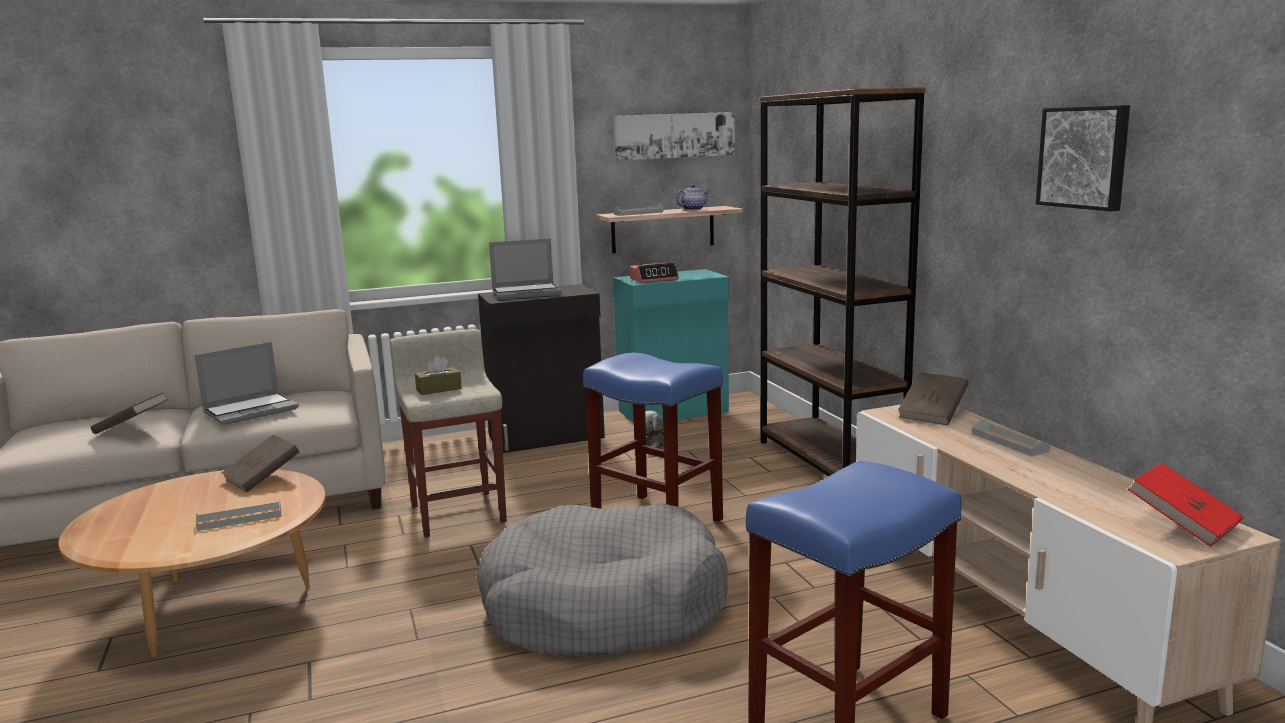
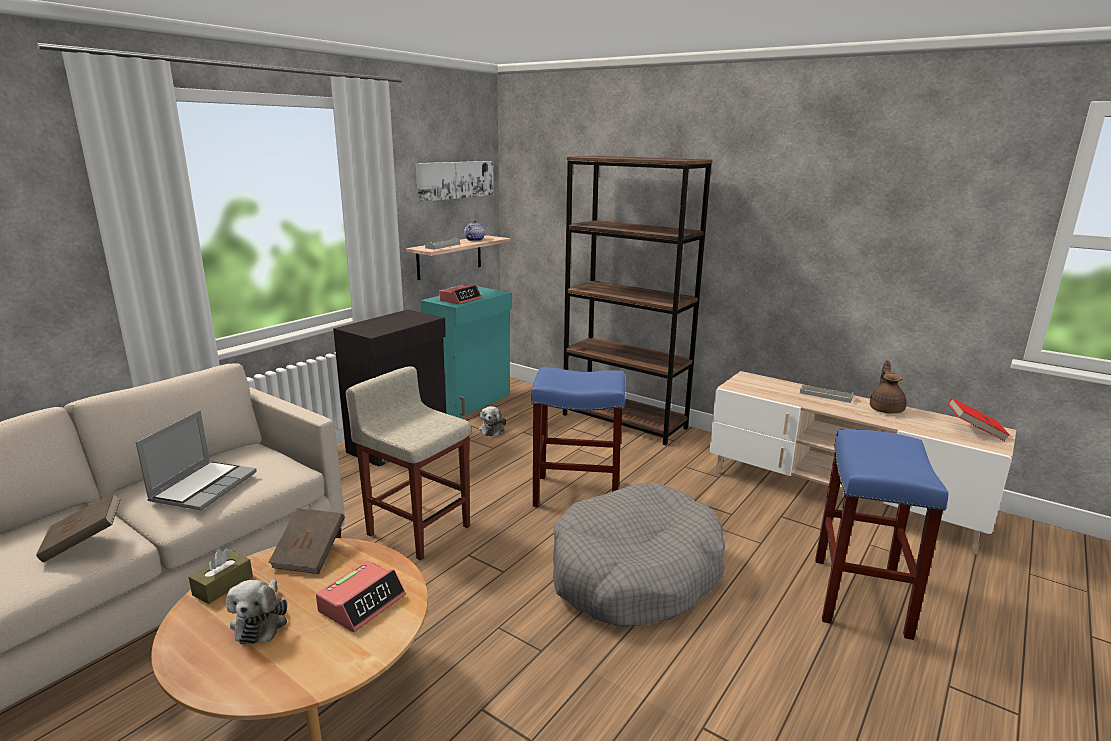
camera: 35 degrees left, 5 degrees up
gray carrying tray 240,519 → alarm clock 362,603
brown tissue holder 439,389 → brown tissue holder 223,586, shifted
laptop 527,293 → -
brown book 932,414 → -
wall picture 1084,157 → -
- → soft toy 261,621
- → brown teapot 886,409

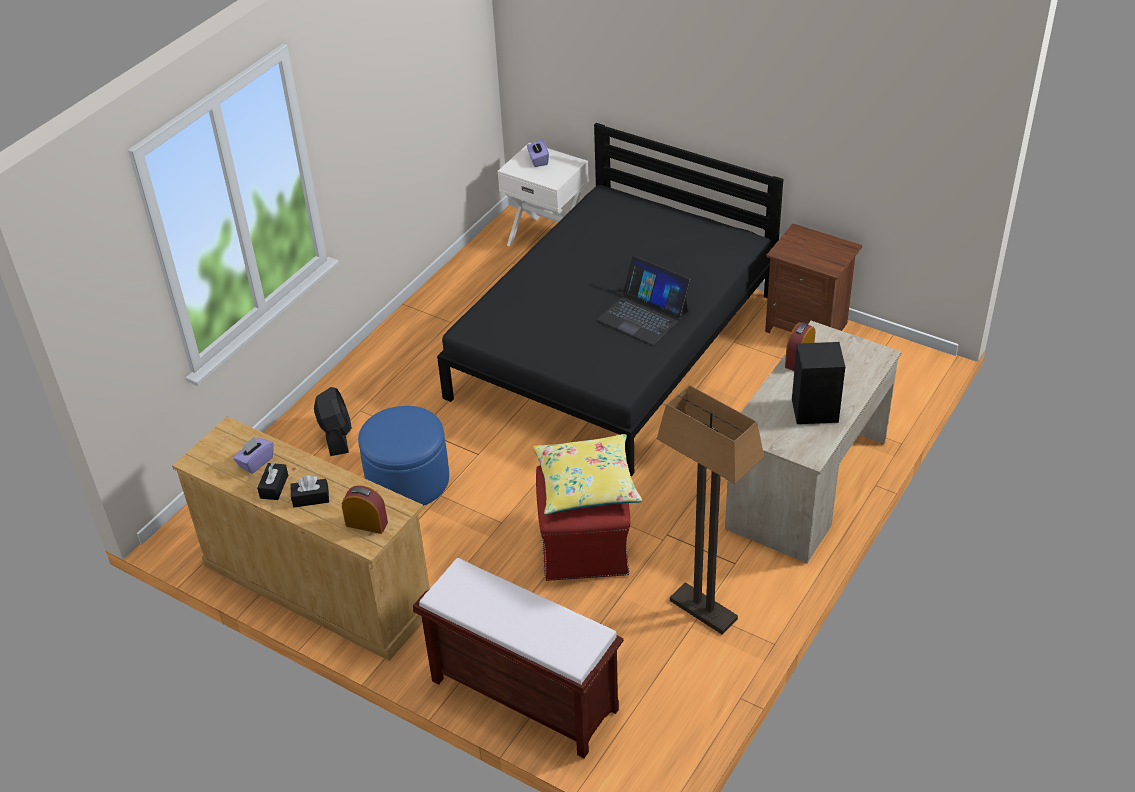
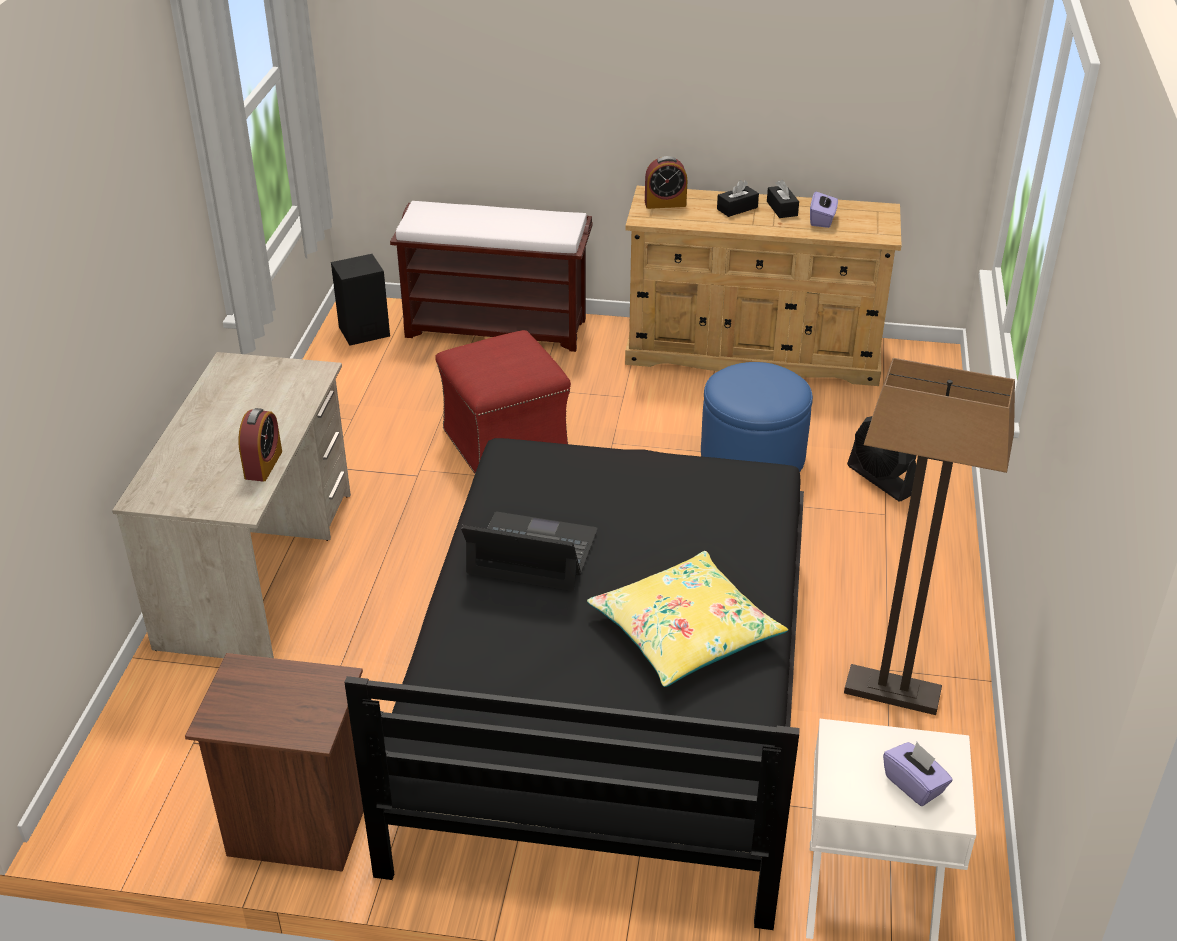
camera: 155 degrees right, 5 degrees down
yellow-coloured throw pillow 586,484 → yellow-coloured throw pillow 685,632, shifted
standing lamp 704,610 → standing lamp 891,692, shifted
black loudspeaker 816,410 → black loudspeaker 363,332, shifted

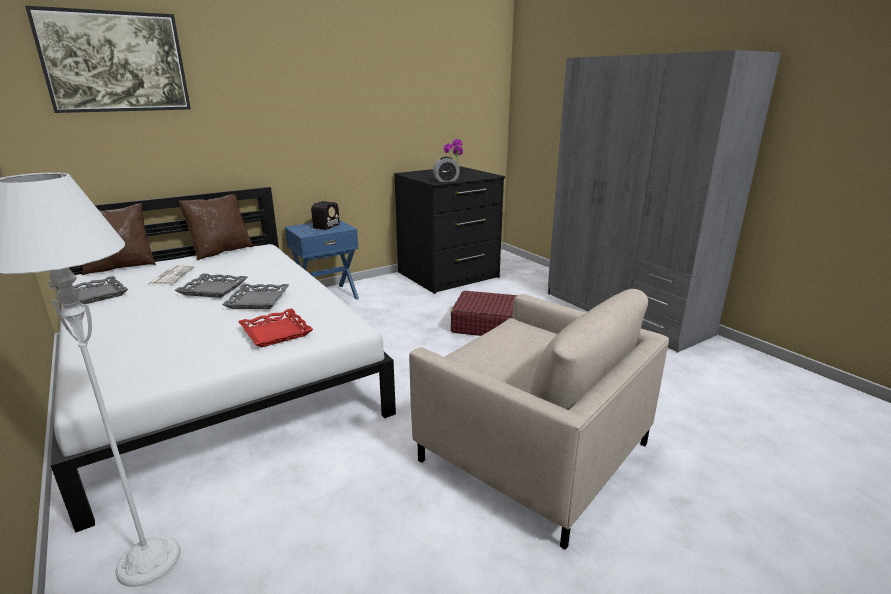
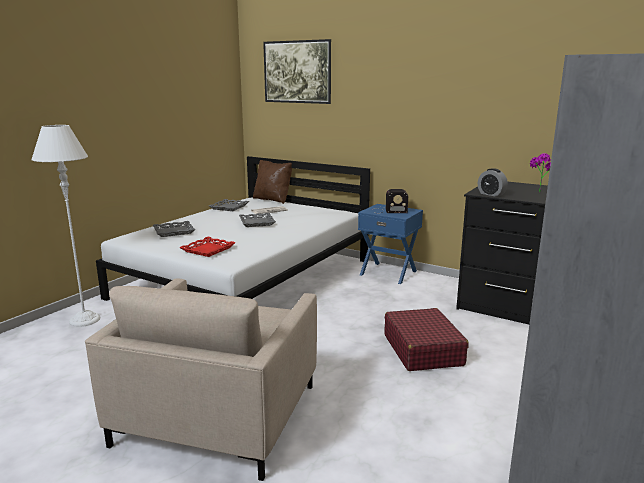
camera: 65 degrees right, 5 degrees down
brown throw pillow 221,251 → -
gray carrying tray 257,300 → gray carrying tray 174,231, shifted

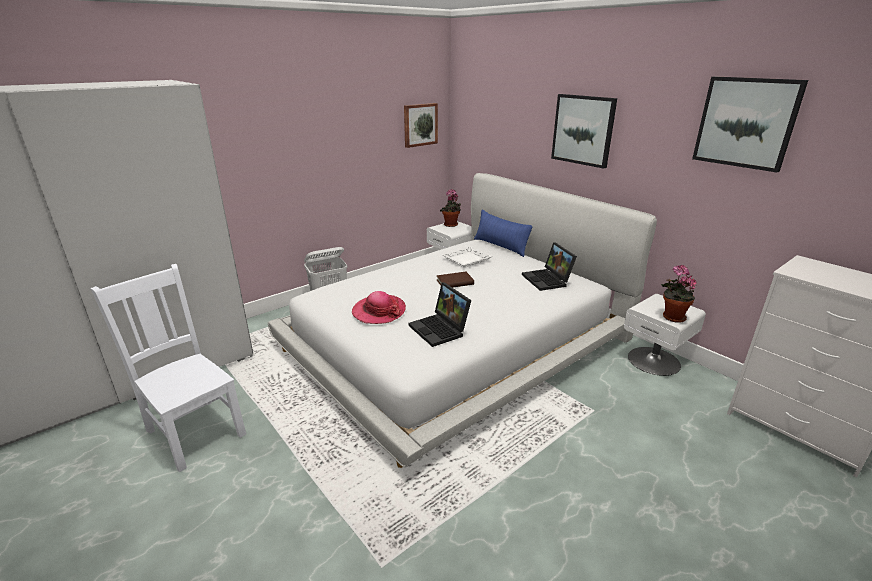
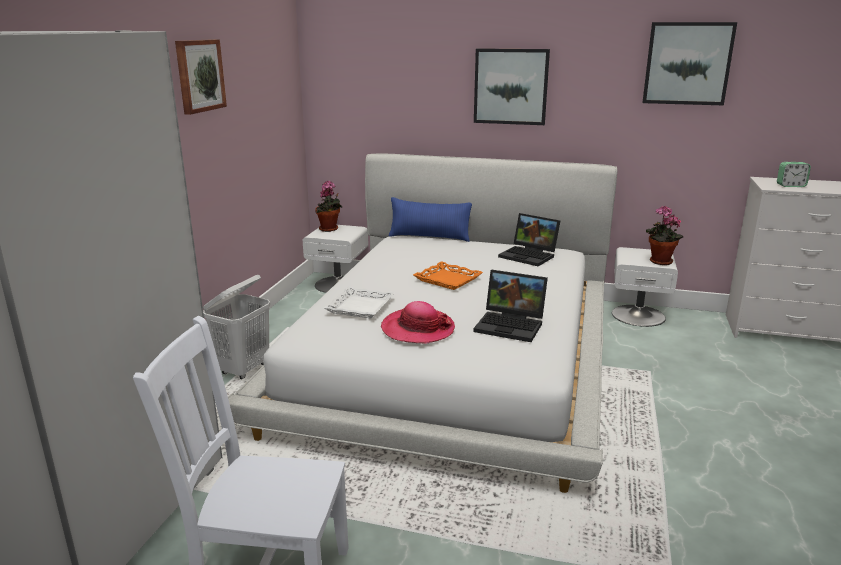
camera: 35 degrees left, 5 degrees down
wall picture 420,125 → wall picture 199,75, shifted
brown book 455,282 → orange carrying tray 447,280
white-coloured carrying tray 466,260 → white-coloured carrying tray 361,307, shifted
- → alarm clock 791,185

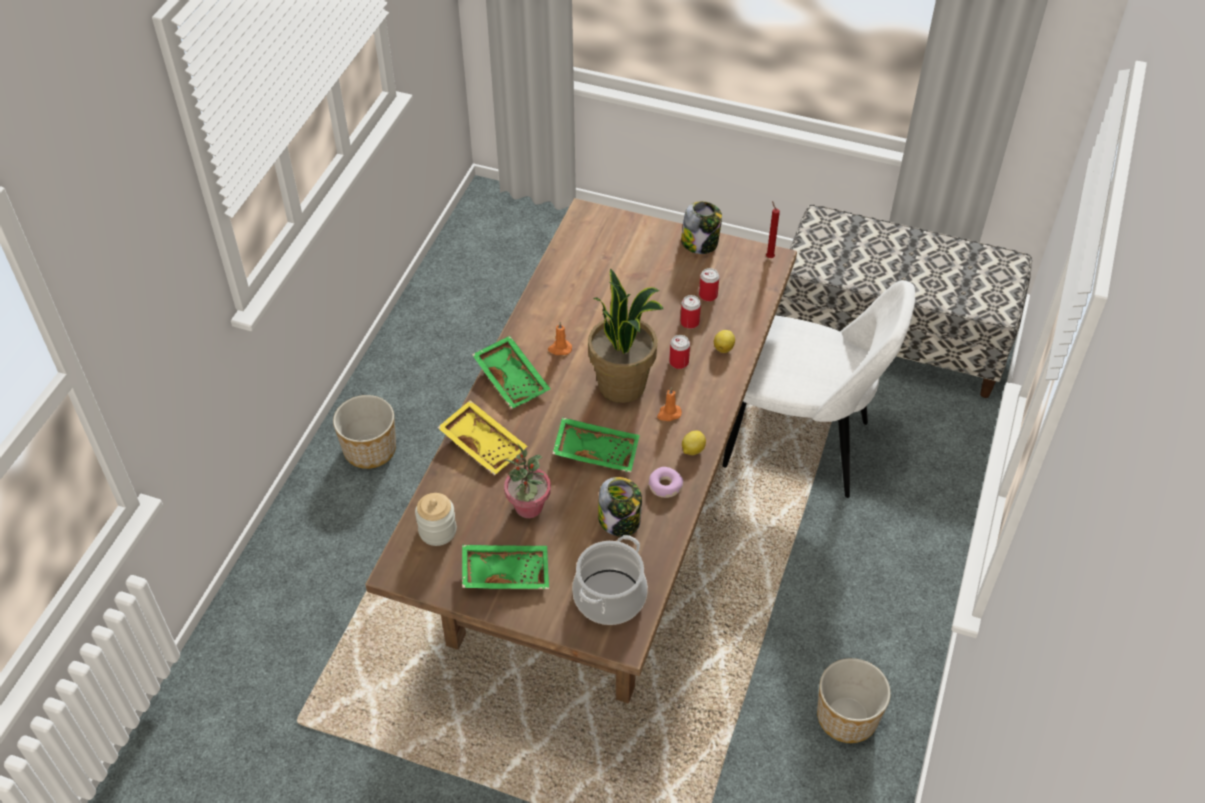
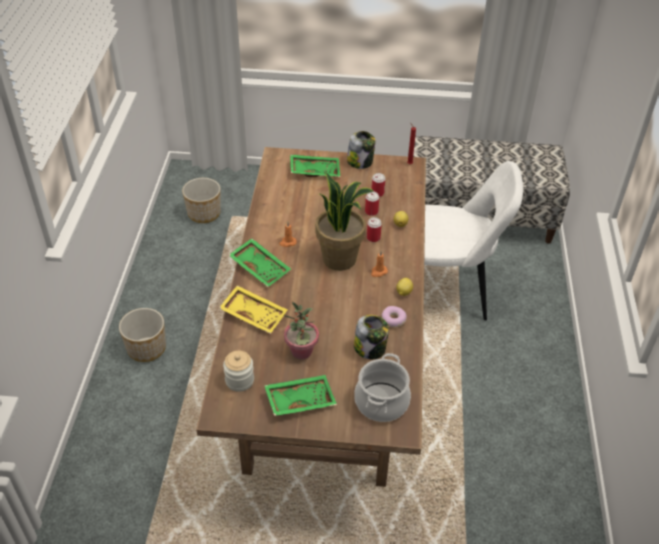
camera: 15 degrees left, 5 degrees down
green carrying tray 596,450 → green carrying tray 315,170, shifted
planter 847,717 → planter 204,213, shifted

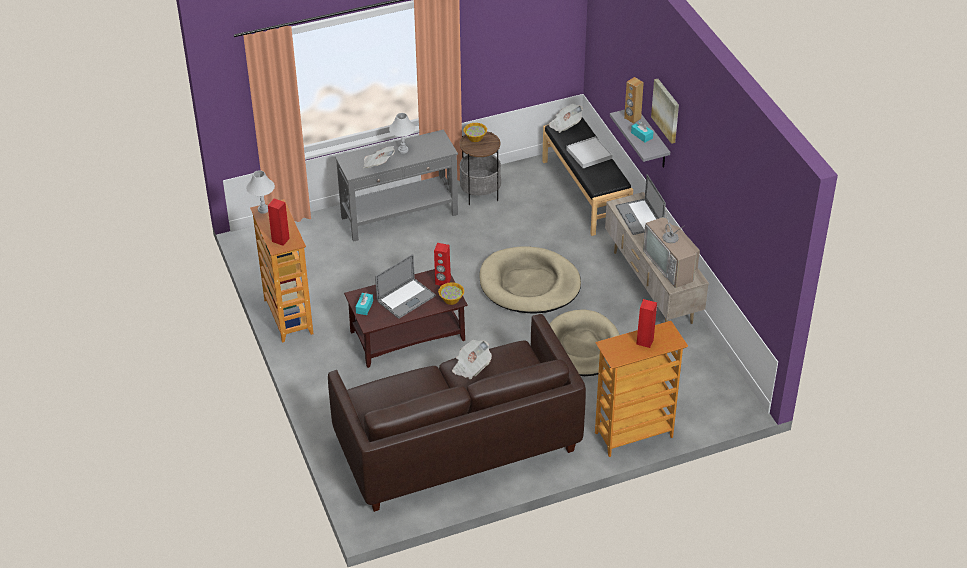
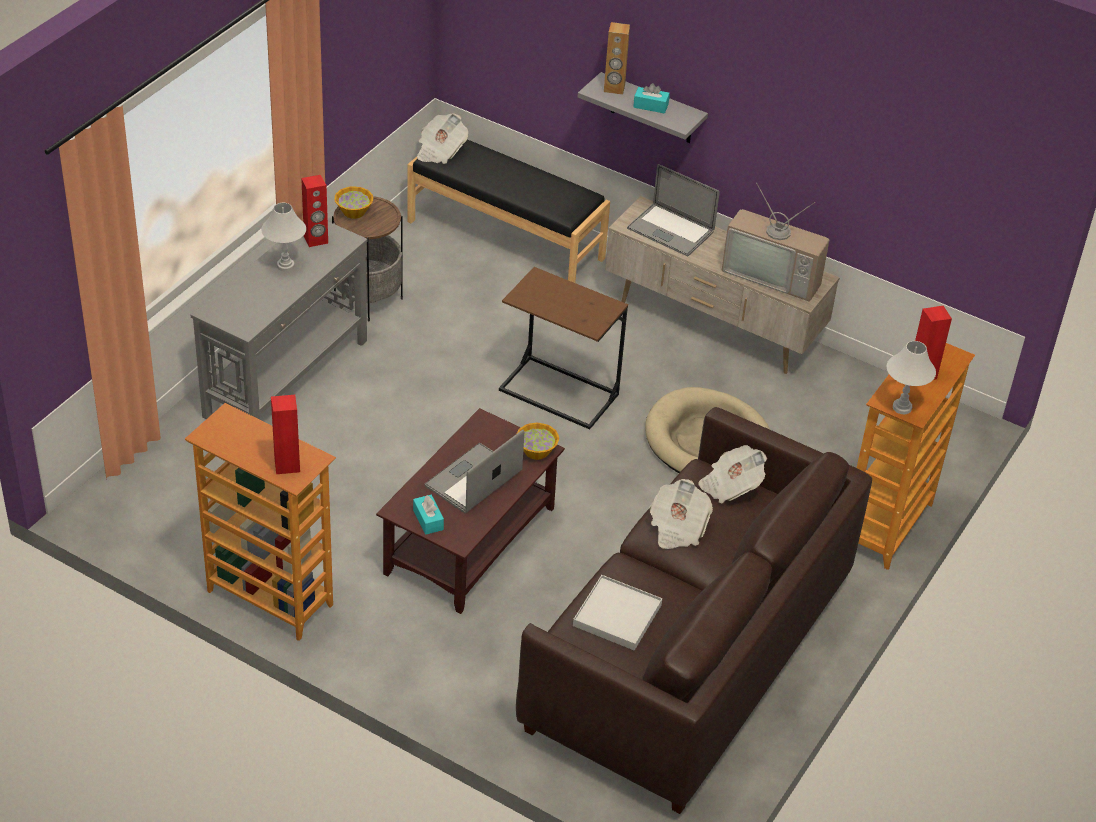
camera: 40 degrees left, 0 degrees up
white-coloured tabletop lamp 263,210 → white-coloured tabletop lamp 901,408, shifted
daily paper 378,164 → daily paper 730,486, shifted
laptop 406,298 → laptop 473,479, 150 degrees counterclockwise
reddish loudspeaker 442,282 → reddish loudspeaker 316,240, shifted
beige dog cushion 529,284 → brown end table 559,392
white-coloured carrying tray 589,154 → white-coloured carrying tray 617,615, shifted
wall picture 666,110 → -

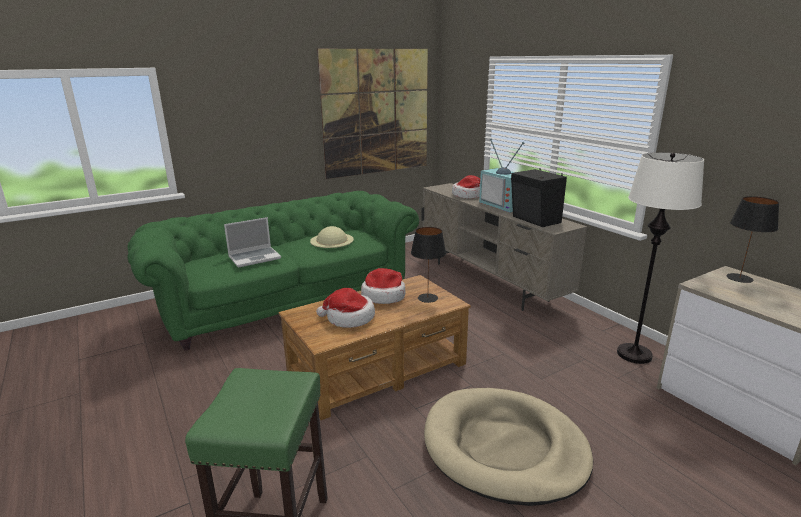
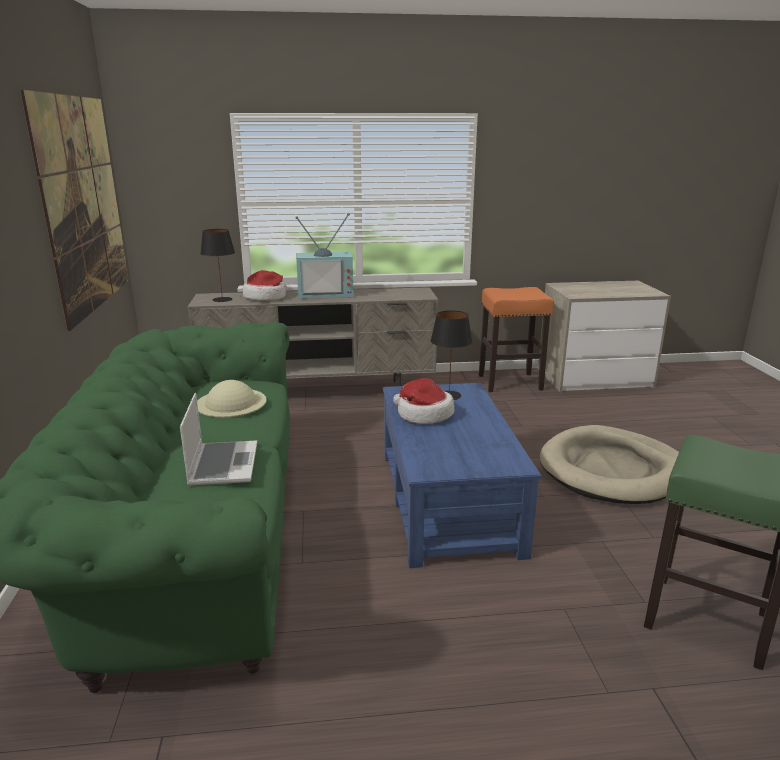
camera: 65 degrees left, 0 degrees up
brown coffee table 378,368 → bluish coffee table 448,500
hat 349,318 → -
black loudspeaker 535,220 → -
white-coloured standing lamp 634,354 → orange stool seat 510,382
black tabletop lamp 739,278 → black tabletop lamp 222,299, shifted

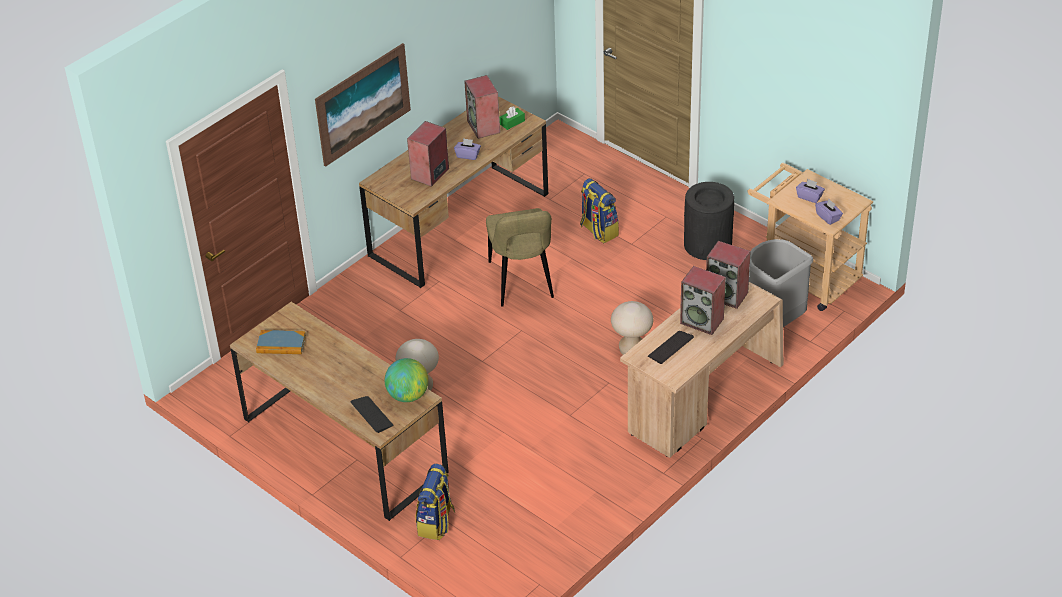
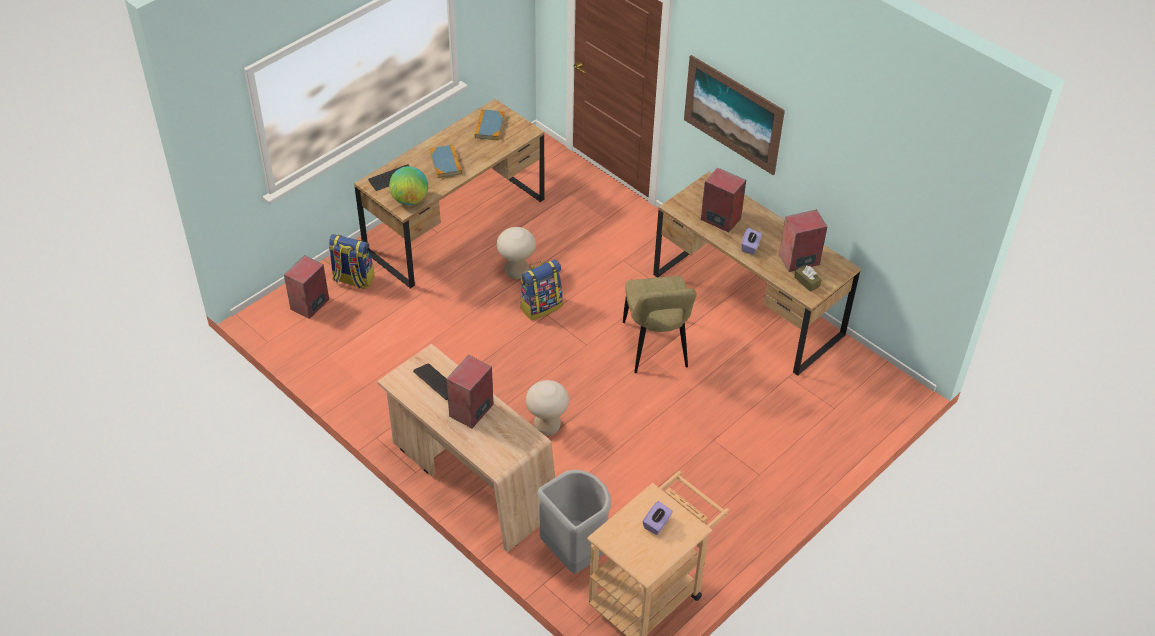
camera: 90 degrees right, 5 degrees up
beige plain chair 522,283 → beige plain chair 655,348, 90 degrees counterclockwise
green tissue holder 512,122 → brown tissue holder 807,282
rucksack 598,231 → rucksack 541,306, shifted
black trash can 708,244 → -
loudspeaker 727,295 → loudspeaker 310,305, shifted
purple-coloured tissue holder 828,217 → -
- → book 445,163

